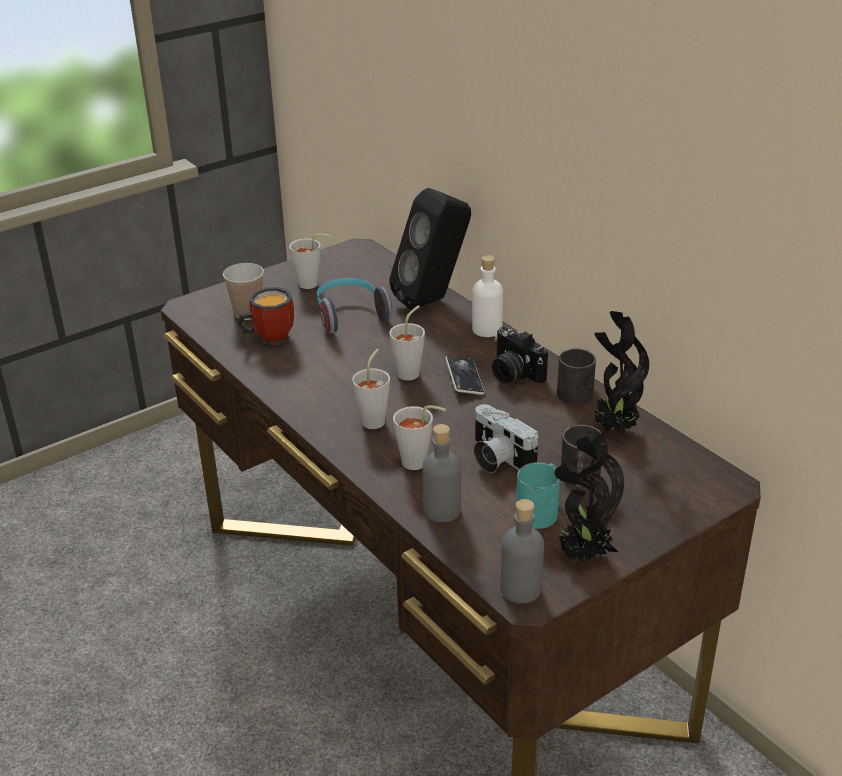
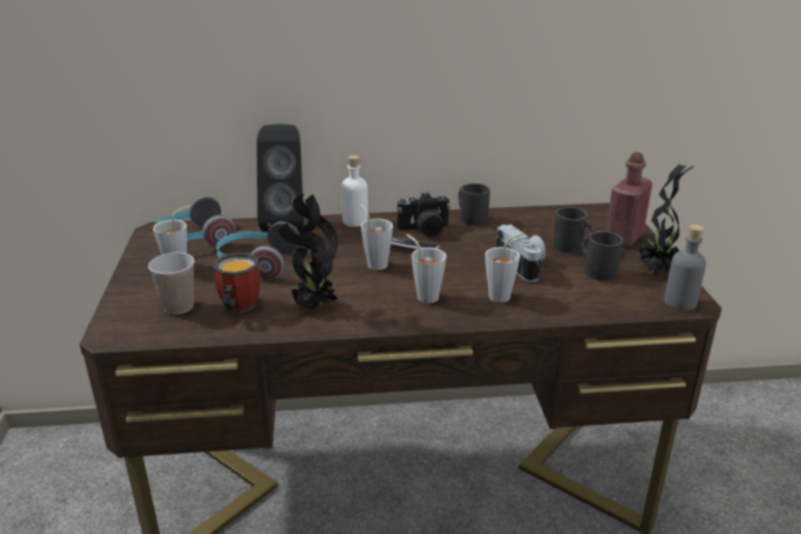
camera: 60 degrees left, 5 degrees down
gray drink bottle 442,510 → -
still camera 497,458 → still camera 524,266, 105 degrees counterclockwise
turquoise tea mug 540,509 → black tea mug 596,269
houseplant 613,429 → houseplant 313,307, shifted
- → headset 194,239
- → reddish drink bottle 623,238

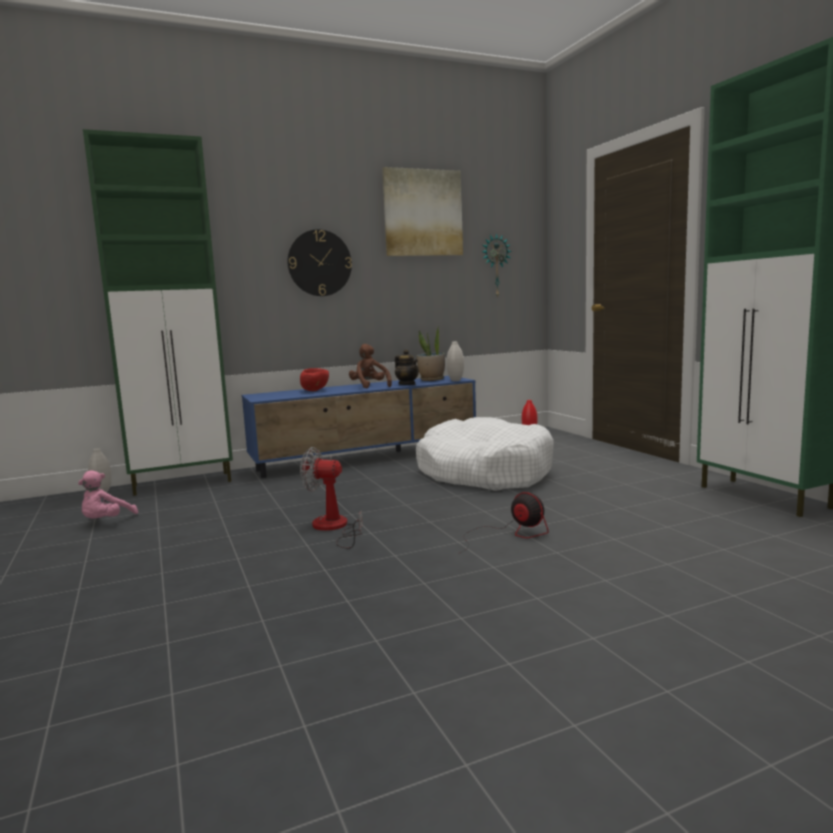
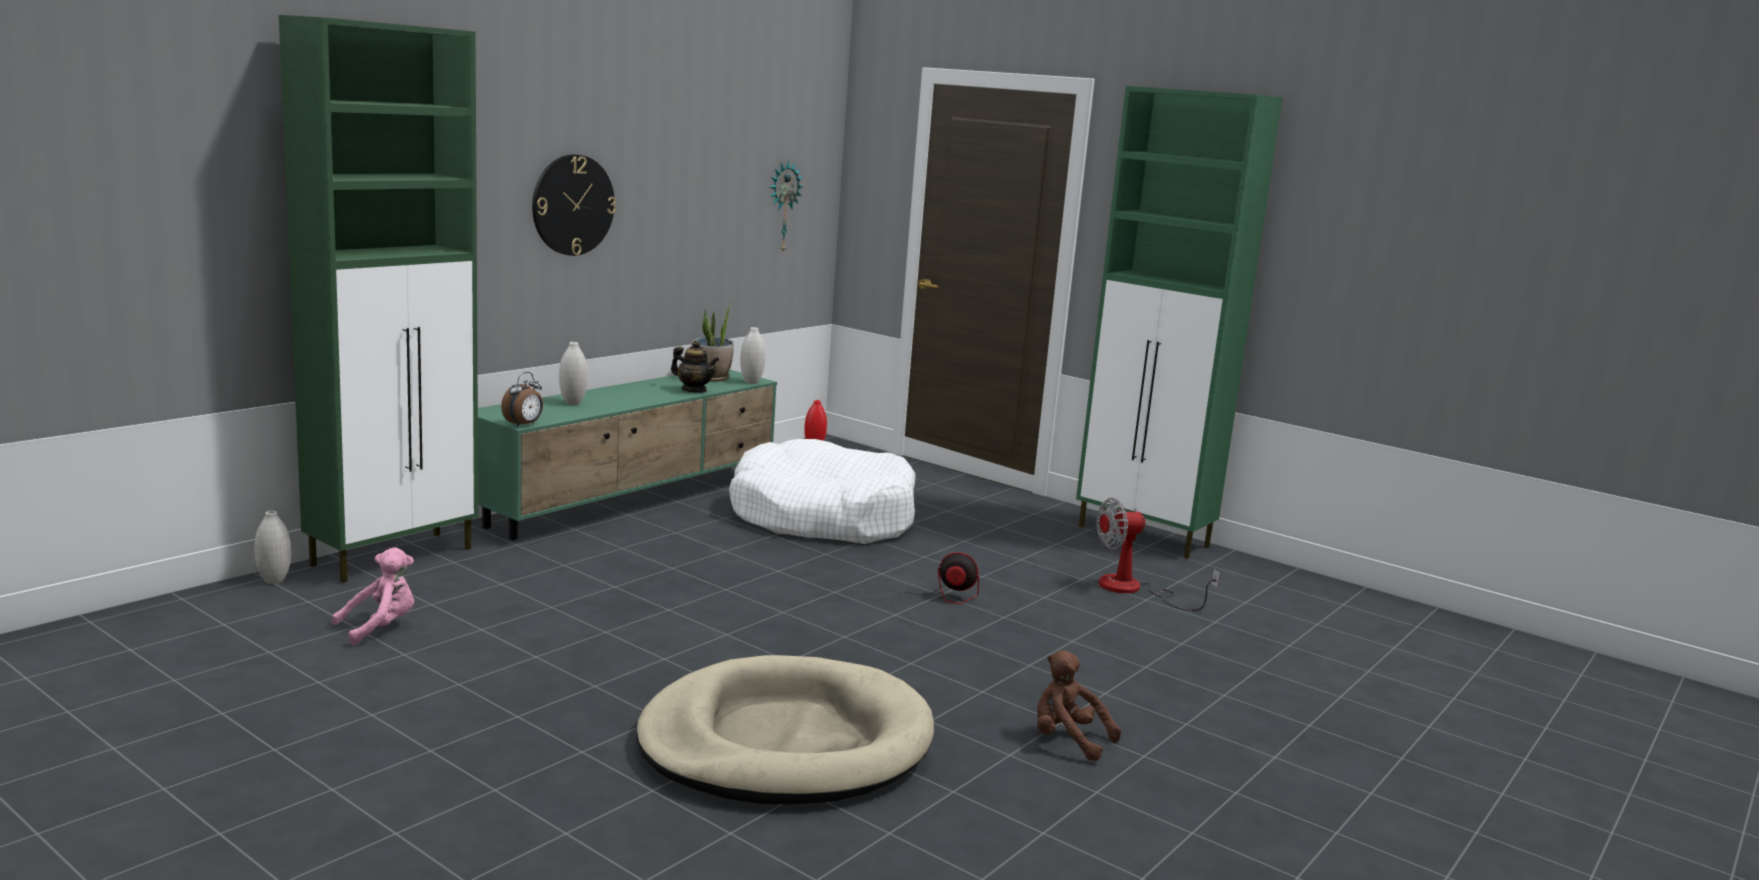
camera: 30 degrees left, 5 degrees up
pink soft toy 106,522 → pink soft toy 380,628, 120 degrees counterclockwise
bluish media console 367,459 → green media console 631,499
reddish bowl 315,390 → white-coloured flower vase 573,403
fan 334,528 → fan 1134,590, shifted
brown soft toy 369,386 → brown soft toy 1067,740, shifted
wall picture 422,213 → -
- → alarm clock 524,425
- → beige dog cushion 785,743

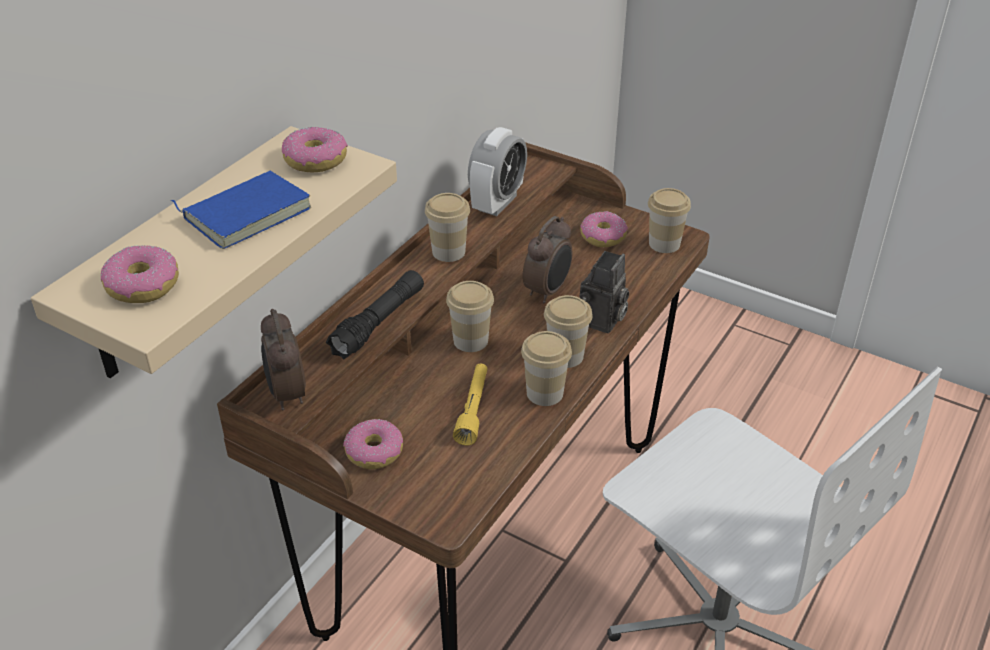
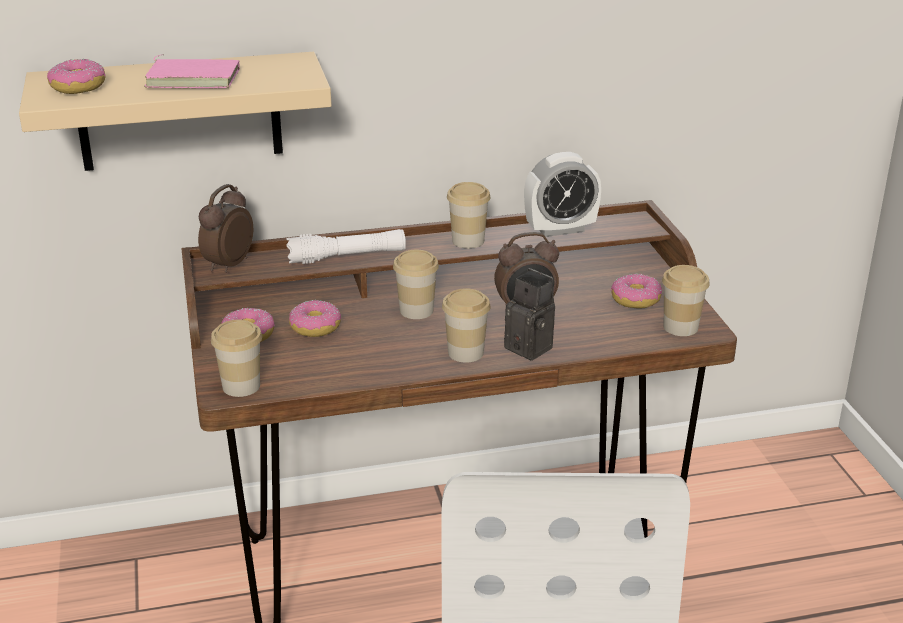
camera: 45 degrees right, 10 degrees down
bluish book 246,212 → pink book 194,78
donut 316,160 → donut 315,327, shifted
black hand torch 379,323 → white-coloured hand torch 347,257
yellow-coloured hand torch 473,409 → -
small cup 544,393 → small cup 241,386, shifted
still camera 602,321 → still camera 532,347, 120 degrees counterclockwise

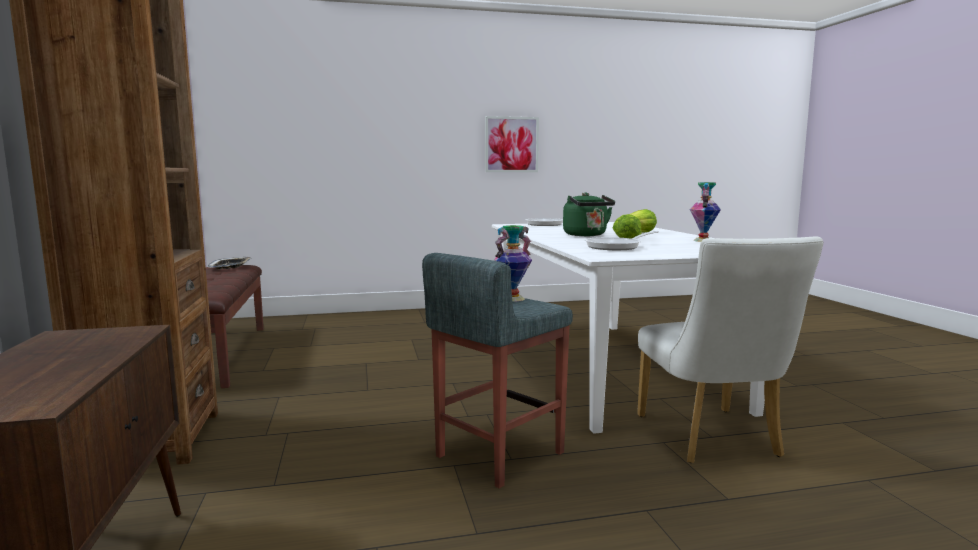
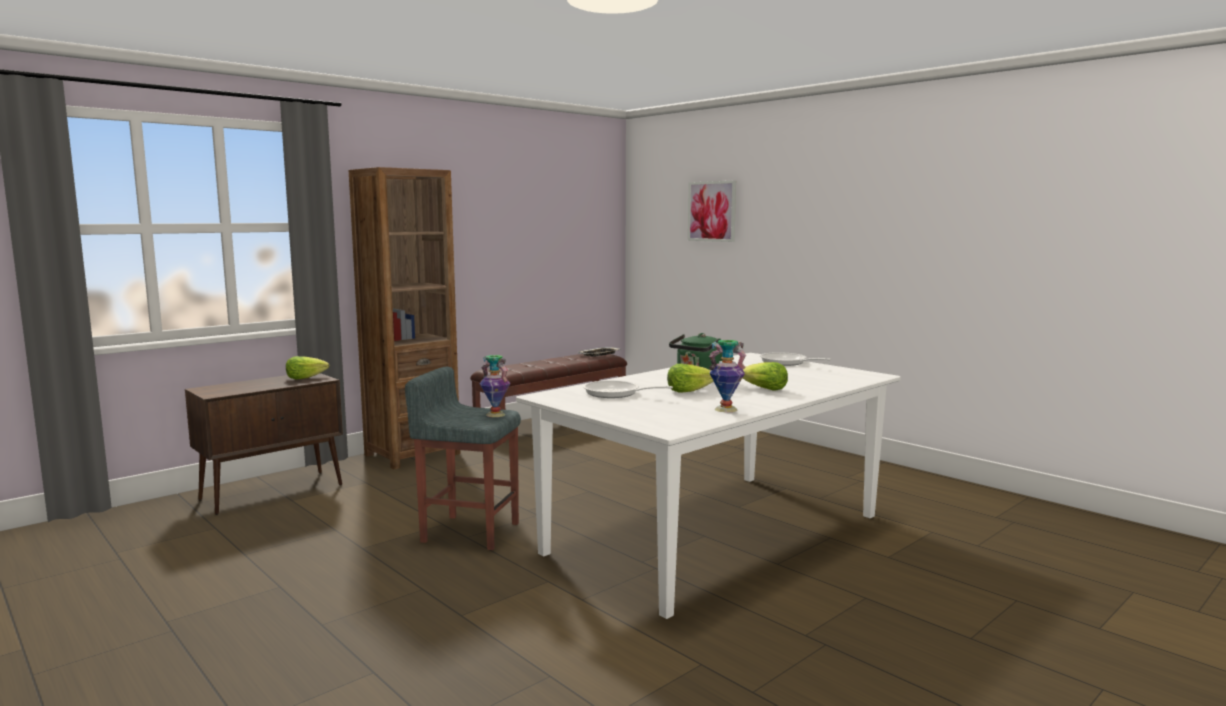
camera: 60 degrees right, 0 degrees up
wall picture 511,144 → wall picture 712,211, shifted
white-coloured plain chair 712,440 → -
- → lettuce 305,378

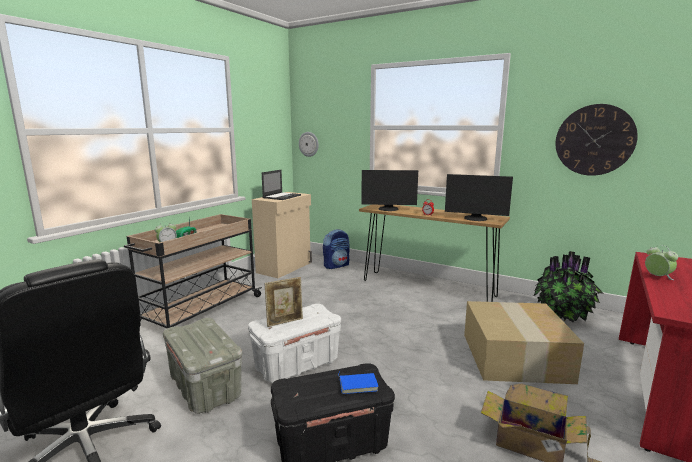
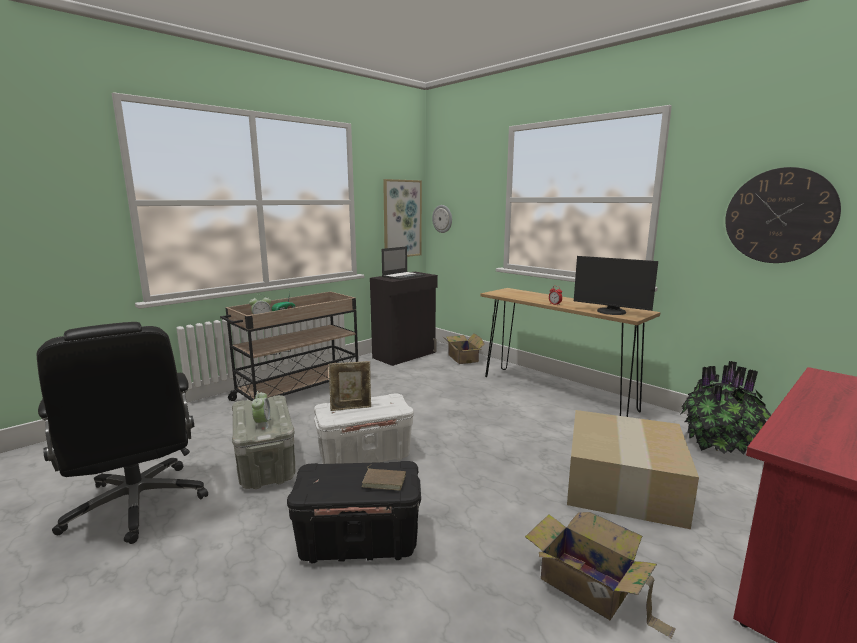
camera: 15 degrees right, 0 degrees up
beige cupboard 285,267 → black cupboard 405,355
rucksack 336,265 → cardboard box 462,358
bluish book 358,384 → brown book 384,480
computer screen 388,209 → -
alarm clock 657,277 → alarm clock 262,423, shifted
- → wall picture 402,219

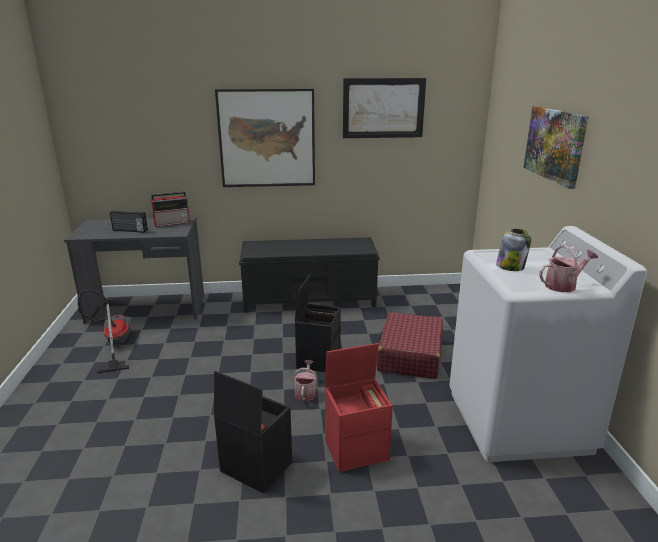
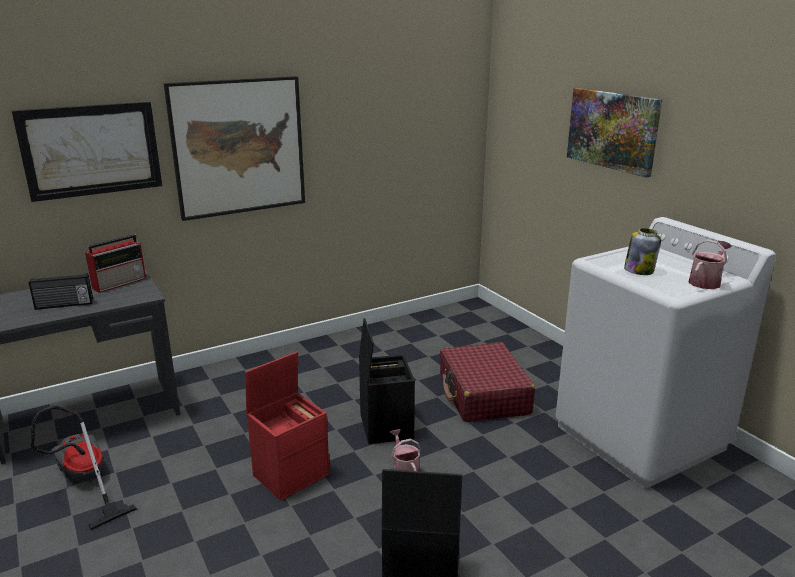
camera: 25 degrees left, 0 degrees up
black indoor bench 310,299 → -
reddish storage bin 357,449 → reddish storage bin 291,473, shifted
wall picture 383,108 → wall picture 91,150, shifted

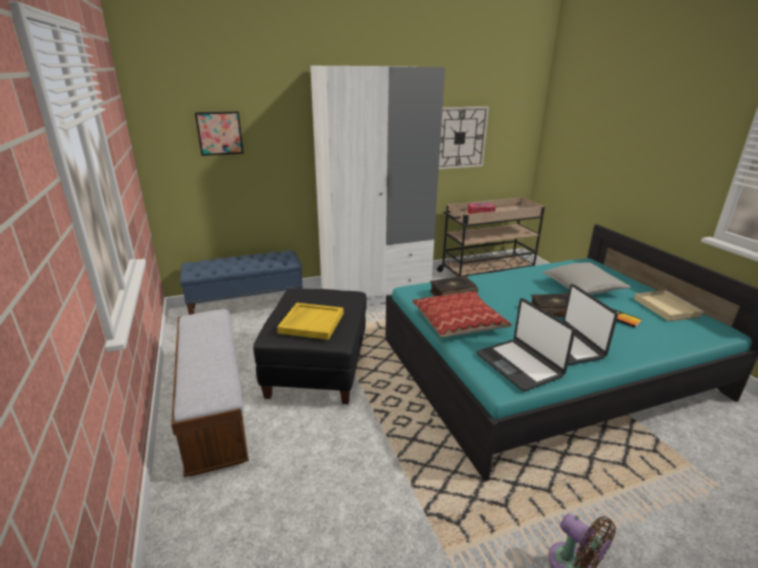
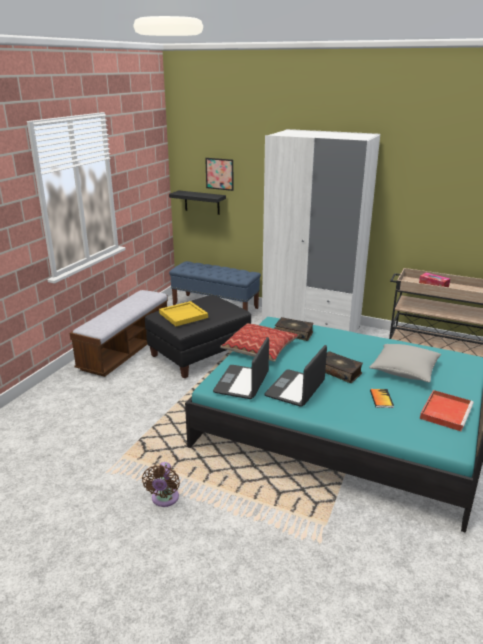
camera: 45 degrees right, 0 degrees up
wall clock 459,138 → -
beige carrying tray 665,307 → reddish carrying tray 445,411
- → black wall shelf 202,202

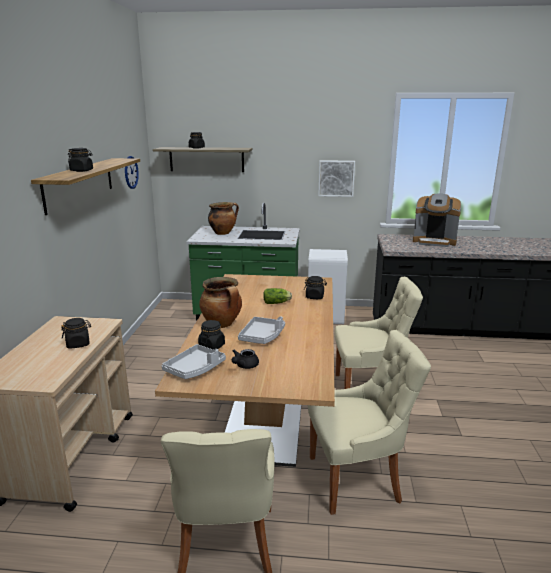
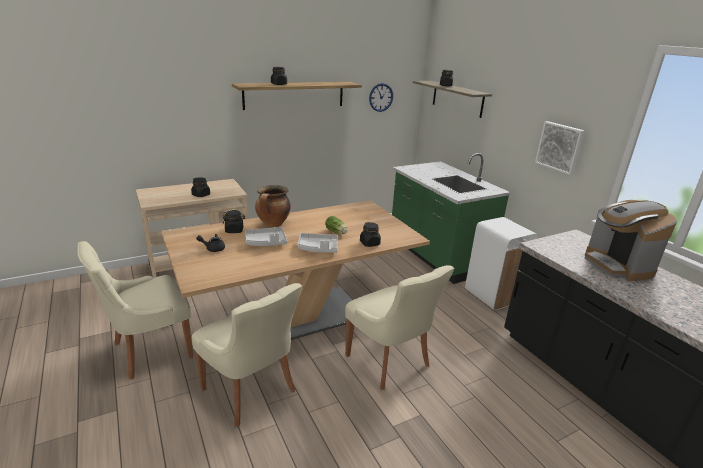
camera: 55 degrees right, 5 degrees up
gray carrying tray 195,369 → gray carrying tray 318,248, shifted
cooking pot 223,233 → -

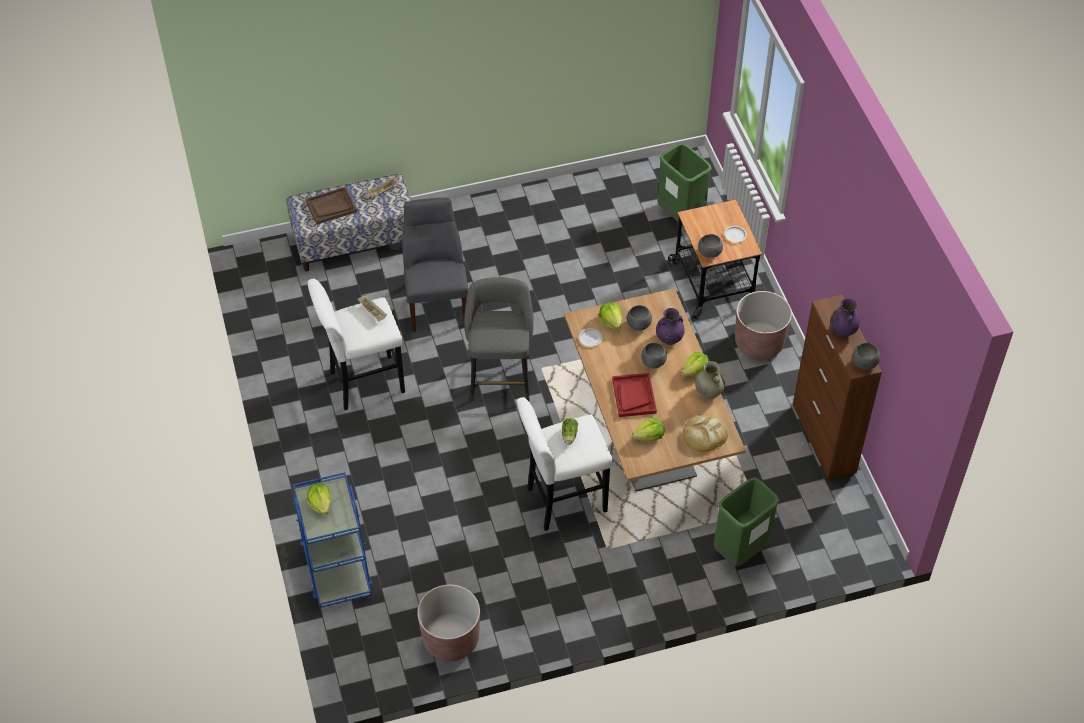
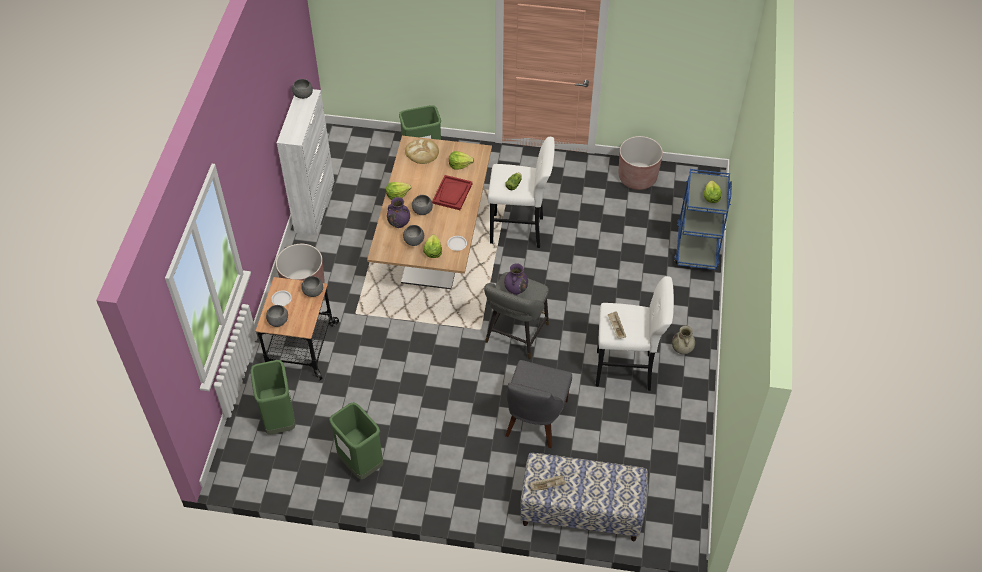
camera: 155 degrees left, 0 degrees up
brown carrying tray 331,207 → -
beige flower vase 708,392 → beige flower vase 682,349, shifted
brown cupboard 824,439 → white-coloured cupboard 315,206
purple-coloured flower vase 843,331 → purple-coloured flower vase 516,289, shifted
- → gray bowl 278,321
- → green trash can 360,463

